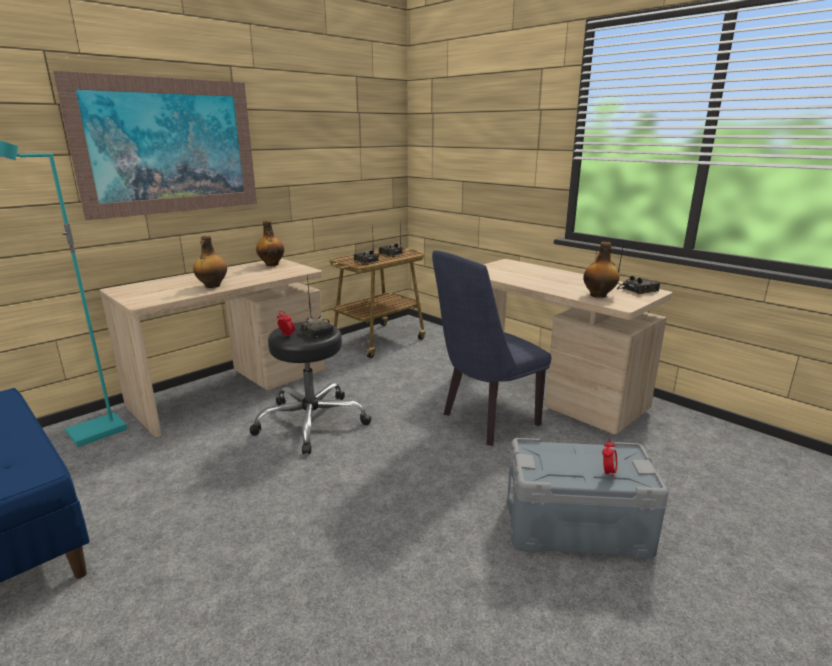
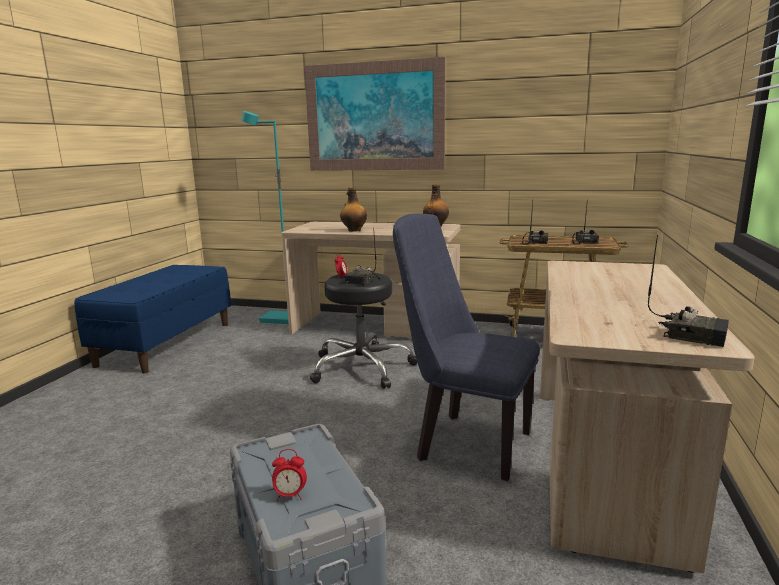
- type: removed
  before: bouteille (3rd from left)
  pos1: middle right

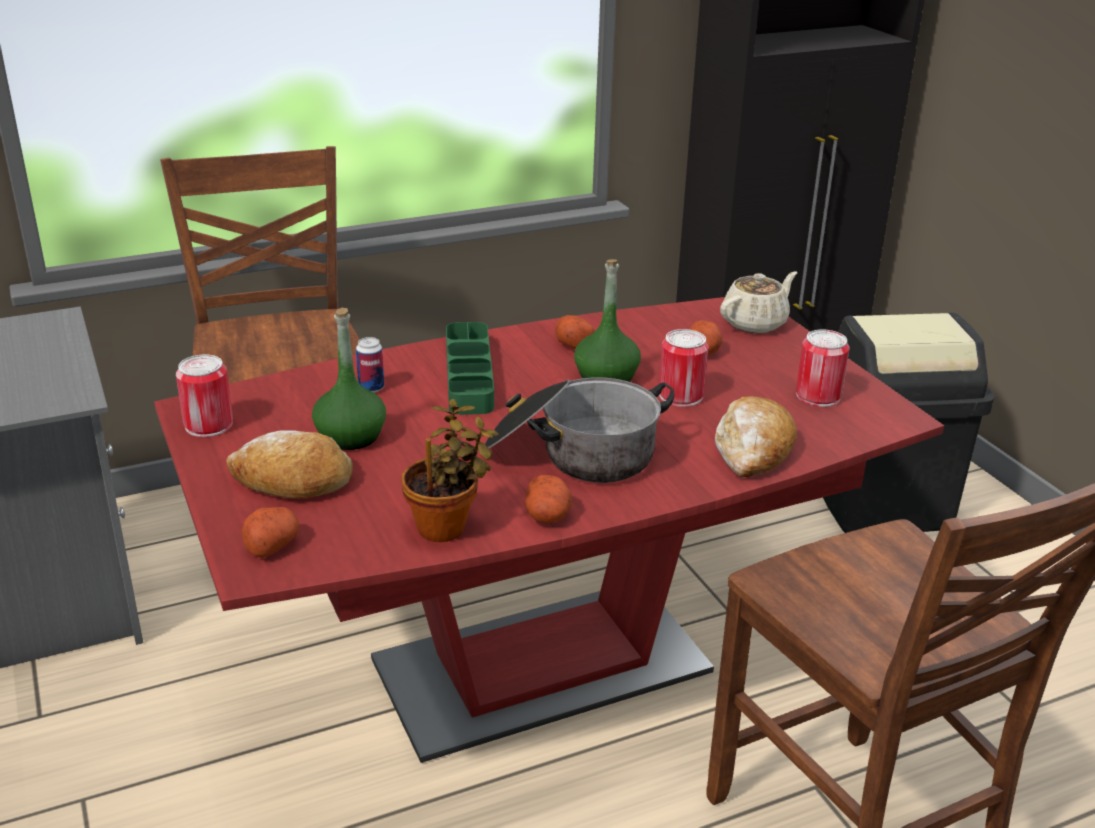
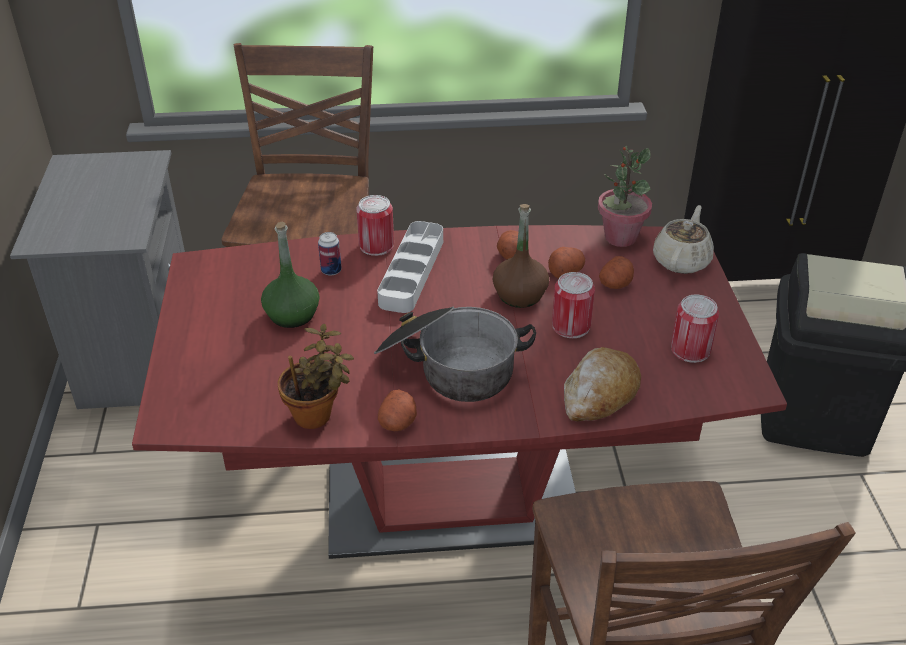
- type: moved
  before: boîte métallique (1st from left in the first image)
  after: boîte métallique (2nd from left)
  pos1: middle left
  pos2: centre
- type: removed
  before: pain (1st from left)
  pos1: middle left
- type: moved
  before: pomme de terre (1st from left in the first image)
  after: pomme de terre (3rd from left)
  pos1: middle left
  pos2: centre
- type: recoloured
  before: plateau [vert]
  after: plateau [gris]
  pos1: centre
  pos2: centre
- type: recoloured
  before: bouteille [vert] (2nd from left)
  after: bouteille [marron]
  pos1: centre
  pos2: centre
- type: turned
  before: théière [beige]
  pos1: middle right
  pos2: middle right
  turn: -45
- type: added
  after: plante en pot (2nd from left)
  pos2: top right

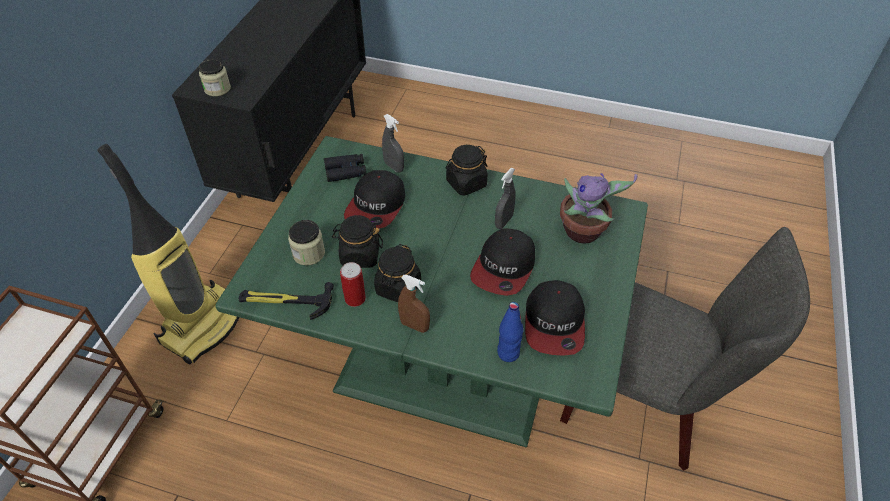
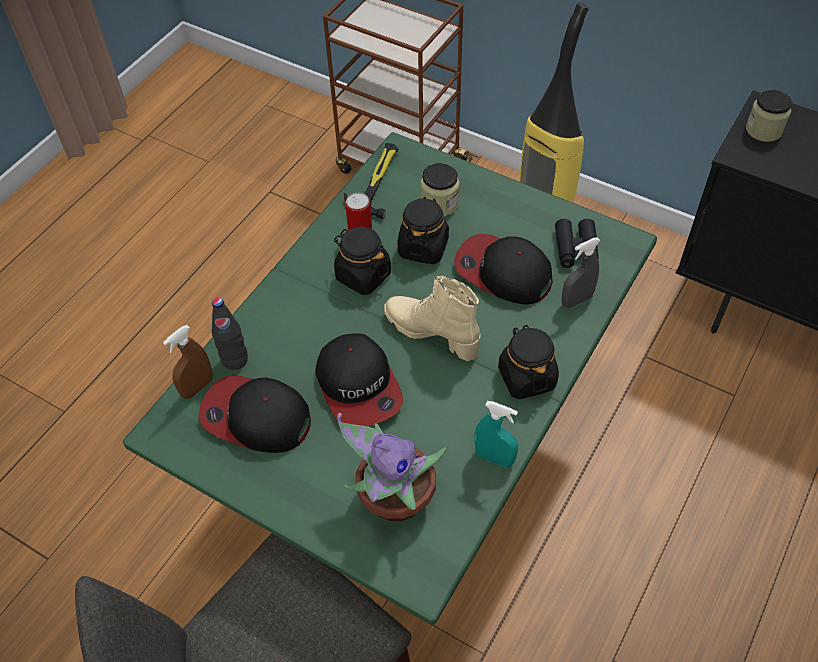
- type: moved
  before: vaporisateur [marron]
  pos1: centre
  pos2: middle left
- type: turned
  before: casquette (2nd from left)
  pos1: centre
  pos2: centre
  turn: -150
- type: removed
  before: vaporisateur [gris] (2nd from left)
  pos1: centre
- type: recoloured
  before: bouteille [bleu]
  after: bouteille [noir]
  pos1: centre
  pos2: middle left
- type: added
  after: botte [beige]
  pos2: centre
- type: added
  after: vaporisateur [turquoise]
  pos2: centre

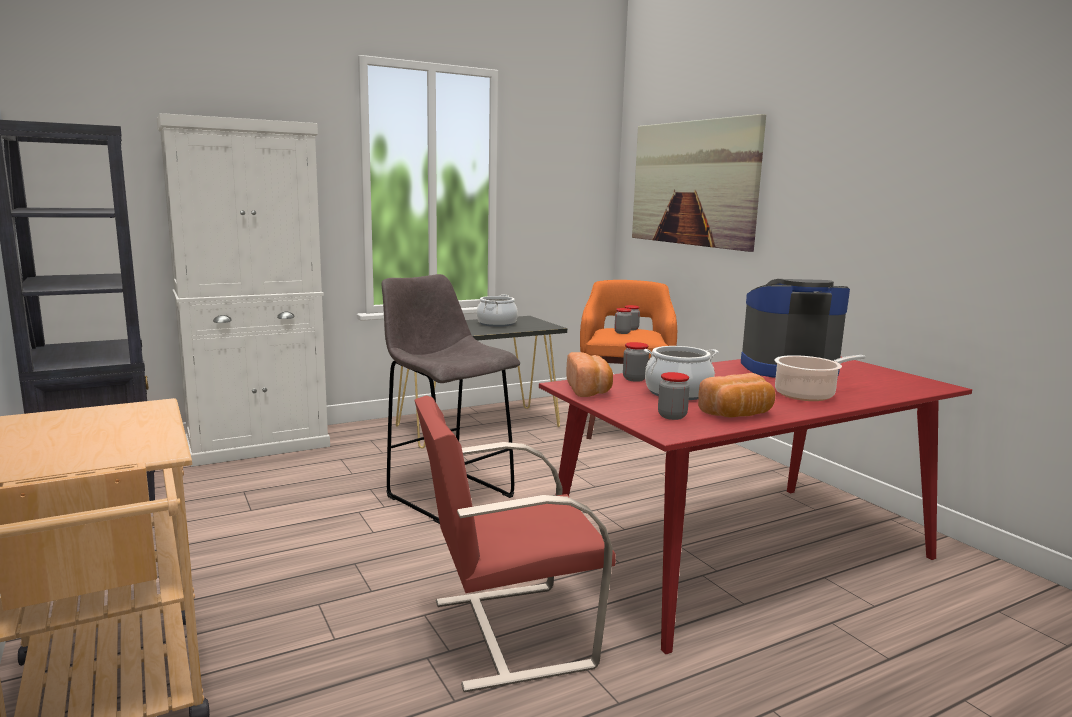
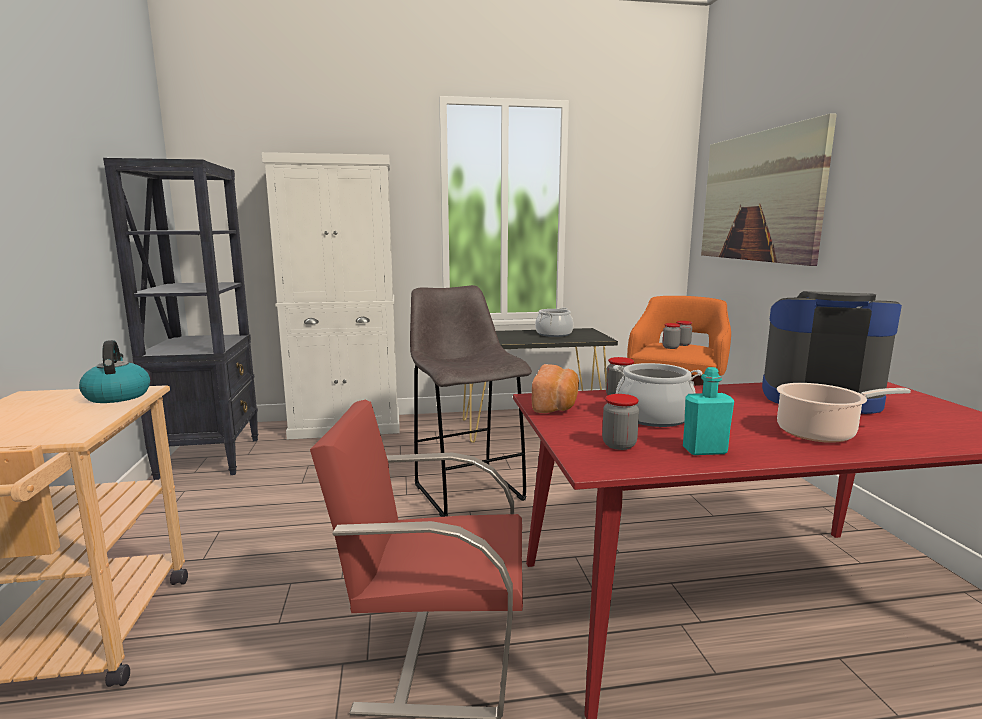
- type: replaced
  before: pain (2nd from left)
  after: bouteille [turquoise]
  pos1: middle right
  pos2: middle right
- type: added
  after: bouilloire
  pos2: middle left

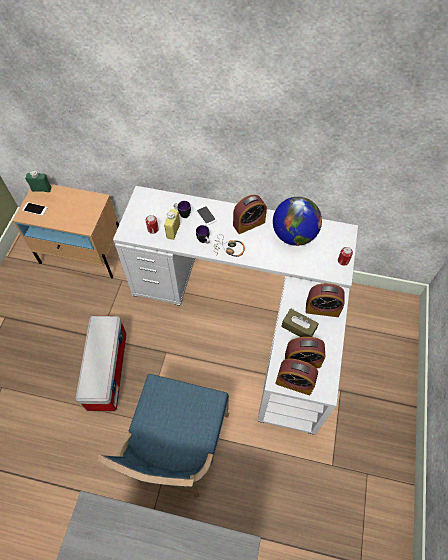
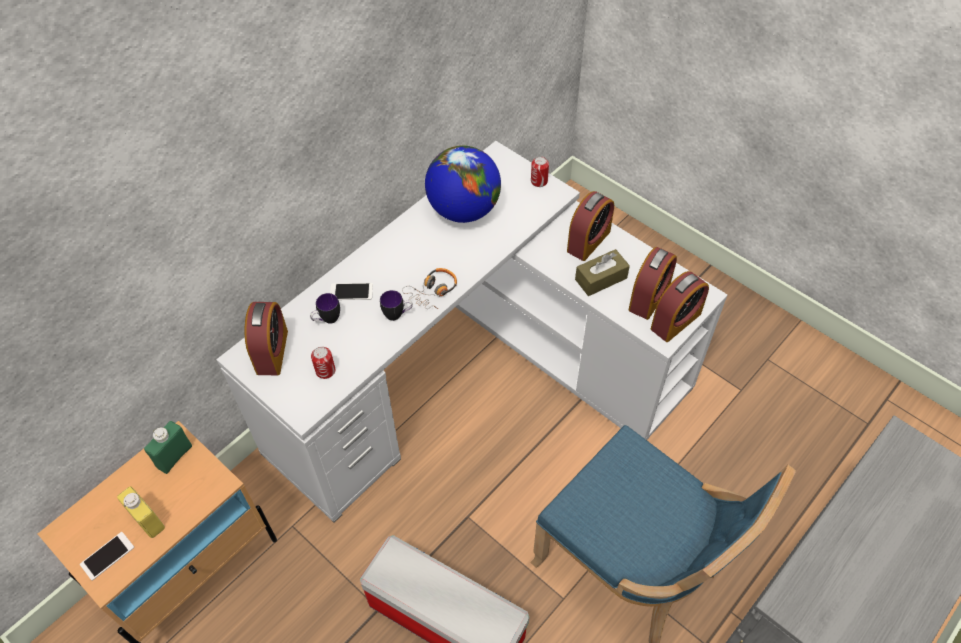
- type: moved
  before: bouteille [vert]
  pos1: top left
  pos2: bottom left
- type: moved
  before: bouteille [jaune]
  pos1: centre
  pos2: bottom left
- type: moved
  before: réveil (1st from left)
  pos1: centre
  pos2: middle left

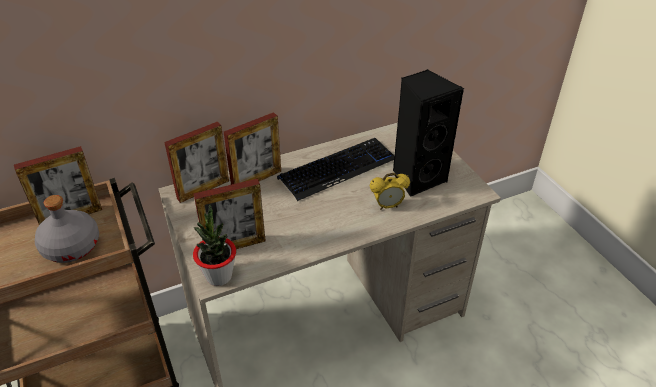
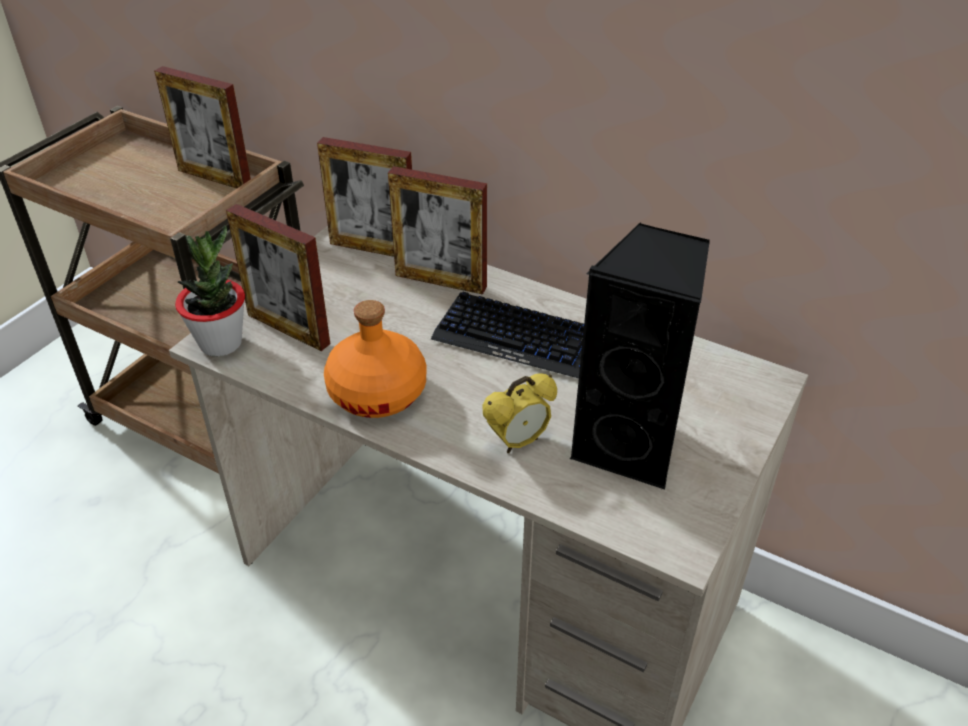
- type: removed
  before: bouteille [gris]
  pos1: middle left
- type: turned
  before: réveil
  pos1: centre
  pos2: centre
  turn: -75
- type: added
  after: bouteille [orange]
  pos2: centre

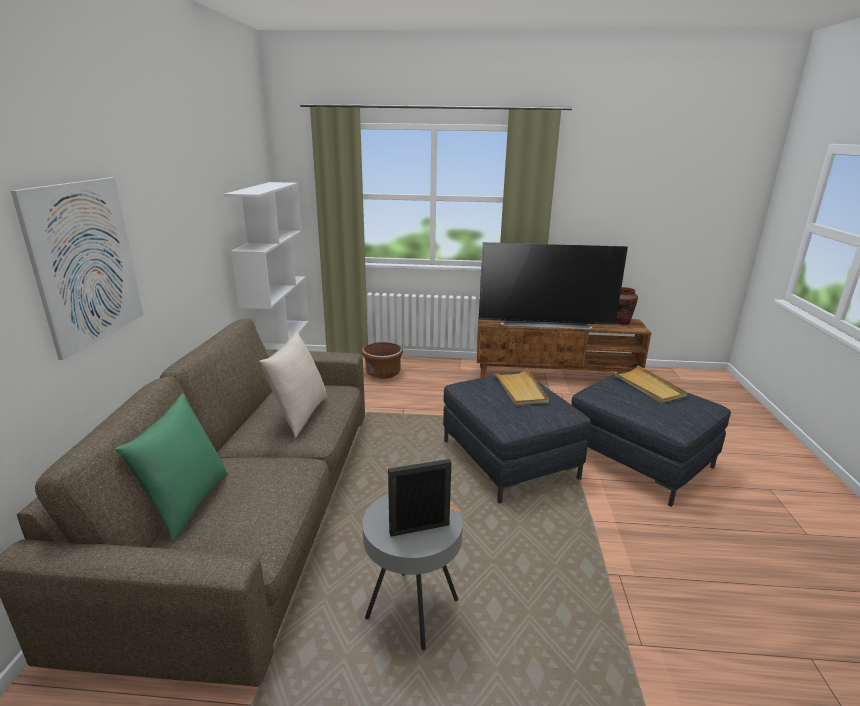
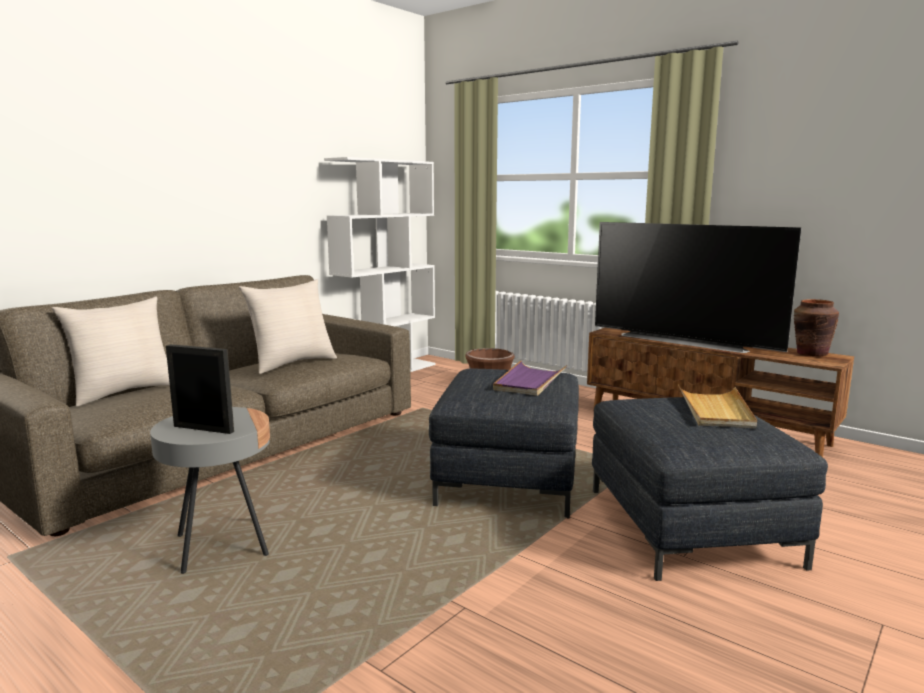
- type: removed
  before: tableau
  pos1: middle left
- type: recoloured
  before: coussin [vert]
  after: coussin [beige] (1st from left)
  pos1: middle left
  pos2: middle left
- type: recoloured
  before: plateau [beige] (1st from left)
  after: plateau [violet]
  pos1: centre
  pos2: centre

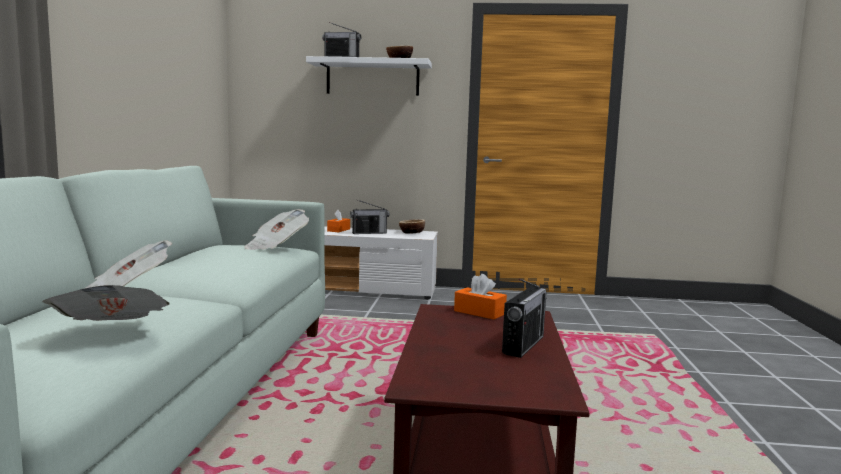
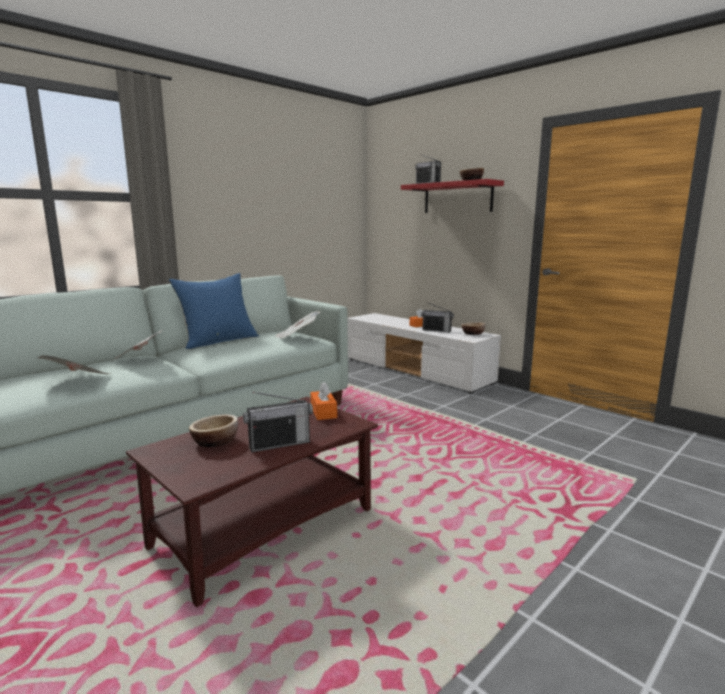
- type: recoloured
  before: étagère [blanc]
  after: étagère [rouge]
  pos1: top centre
  pos2: top centre
- type: added
  after: coussin [bleu]
  pos2: middle left
- type: added
  after: bol (1st from left)
  pos2: middle left

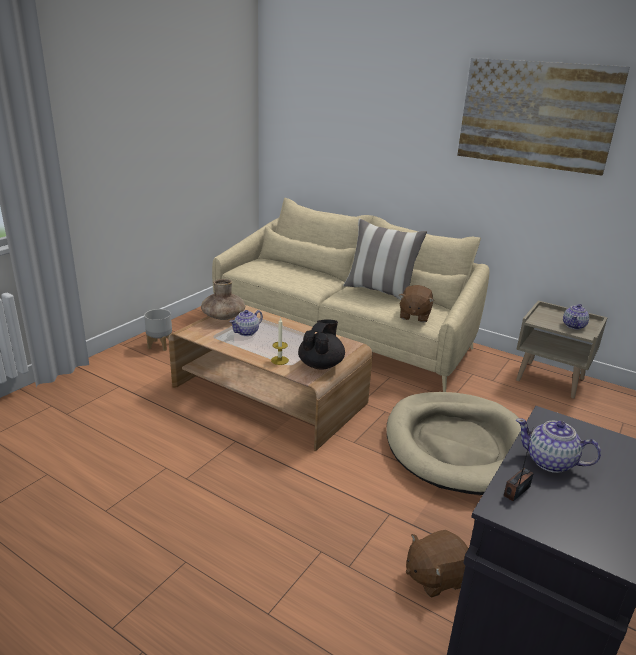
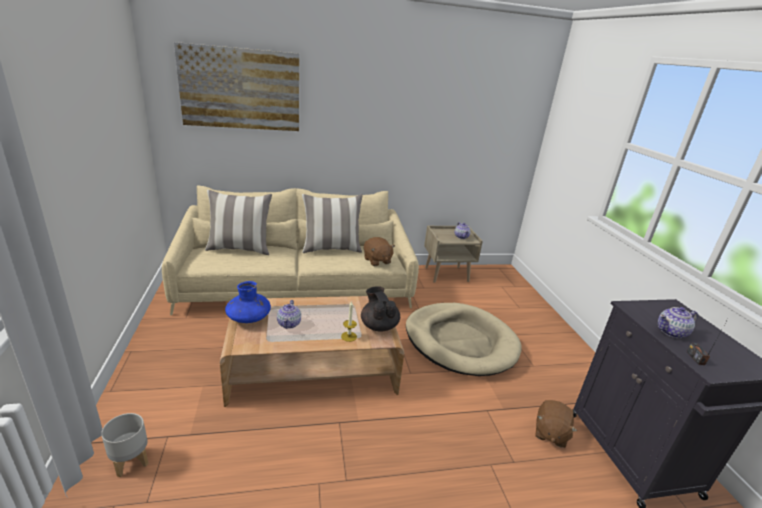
- type: moved
  before: cache-pot [gris]
  pos1: middle left
  pos2: bottom left
- type: recoloured
  before: vase [marron]
  after: vase [bleu]
  pos1: centre
  pos2: middle left
- type: moved
  before: tableau
  pos1: top right
  pos2: top left
- type: added
  after: coussin (1st from left)
  pos2: middle left

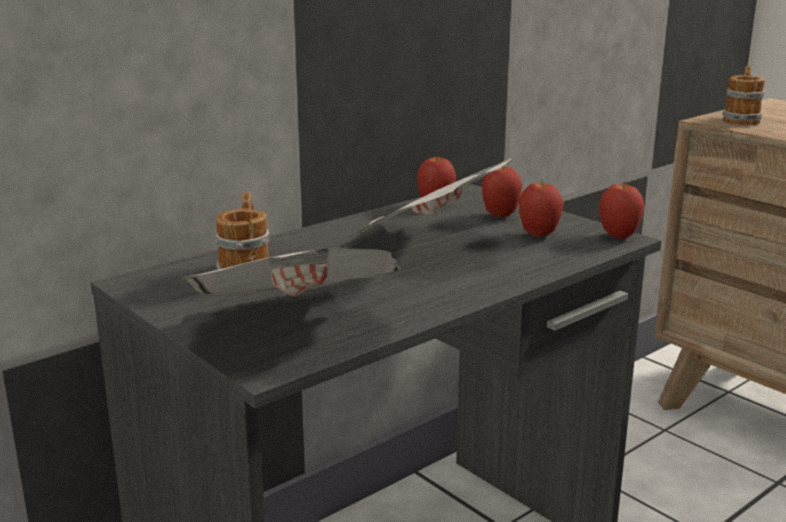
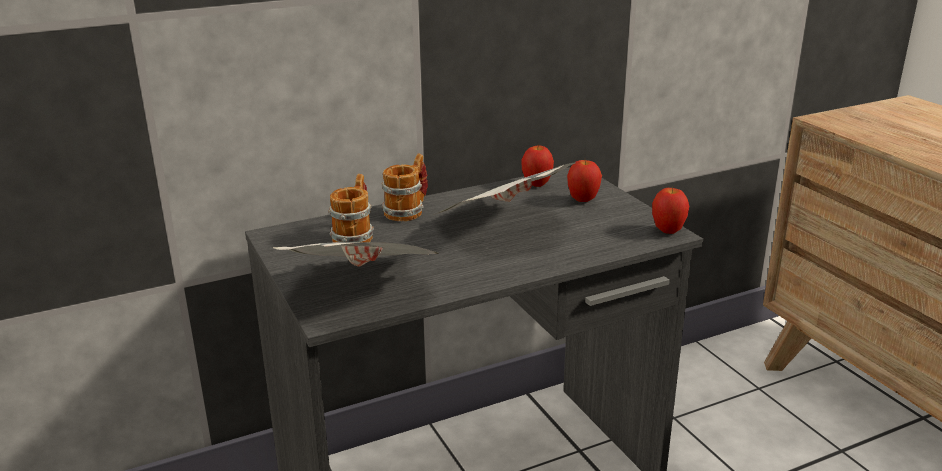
- type: removed
  before: pomme (3rd from left)
  pos1: middle right
- type: moved
  before: mug (2nd from left)
  pos1: top right
  pos2: centre

